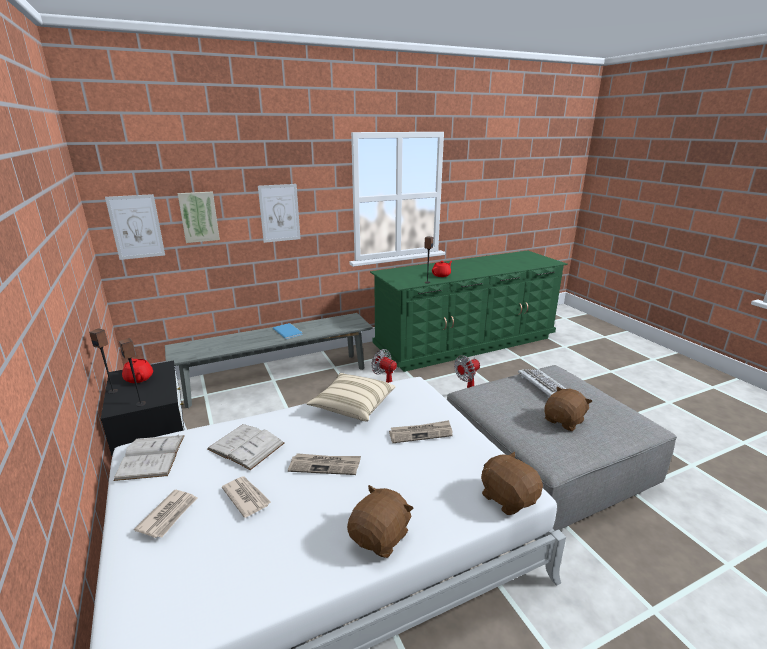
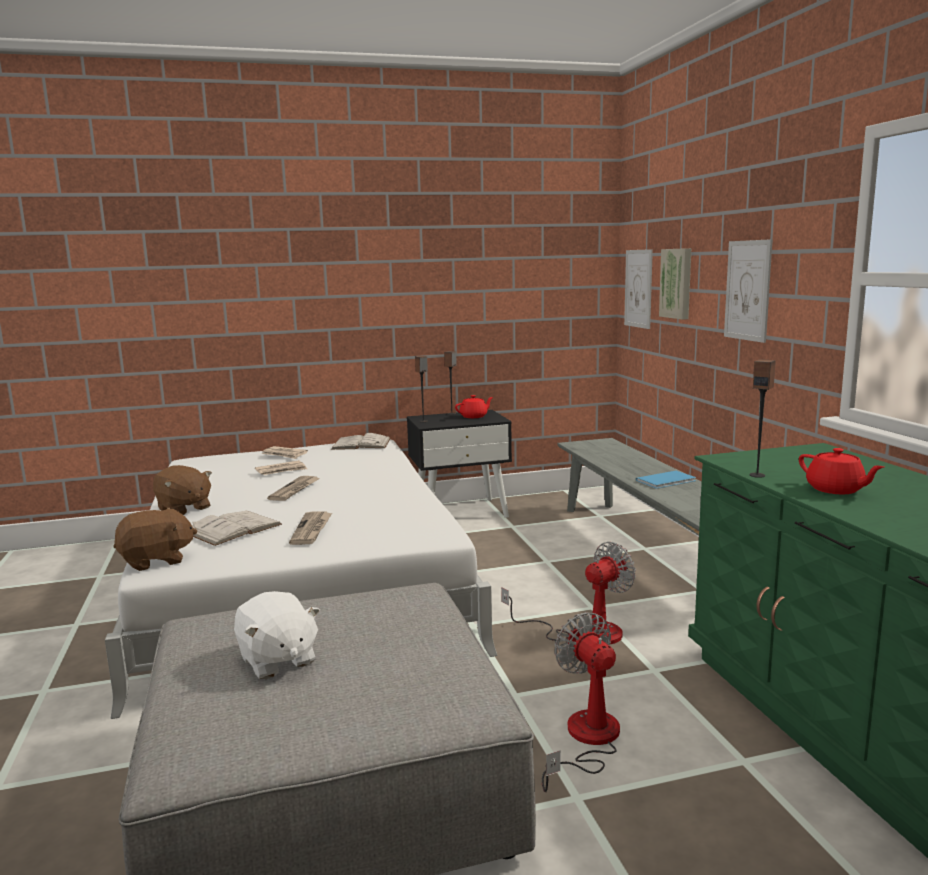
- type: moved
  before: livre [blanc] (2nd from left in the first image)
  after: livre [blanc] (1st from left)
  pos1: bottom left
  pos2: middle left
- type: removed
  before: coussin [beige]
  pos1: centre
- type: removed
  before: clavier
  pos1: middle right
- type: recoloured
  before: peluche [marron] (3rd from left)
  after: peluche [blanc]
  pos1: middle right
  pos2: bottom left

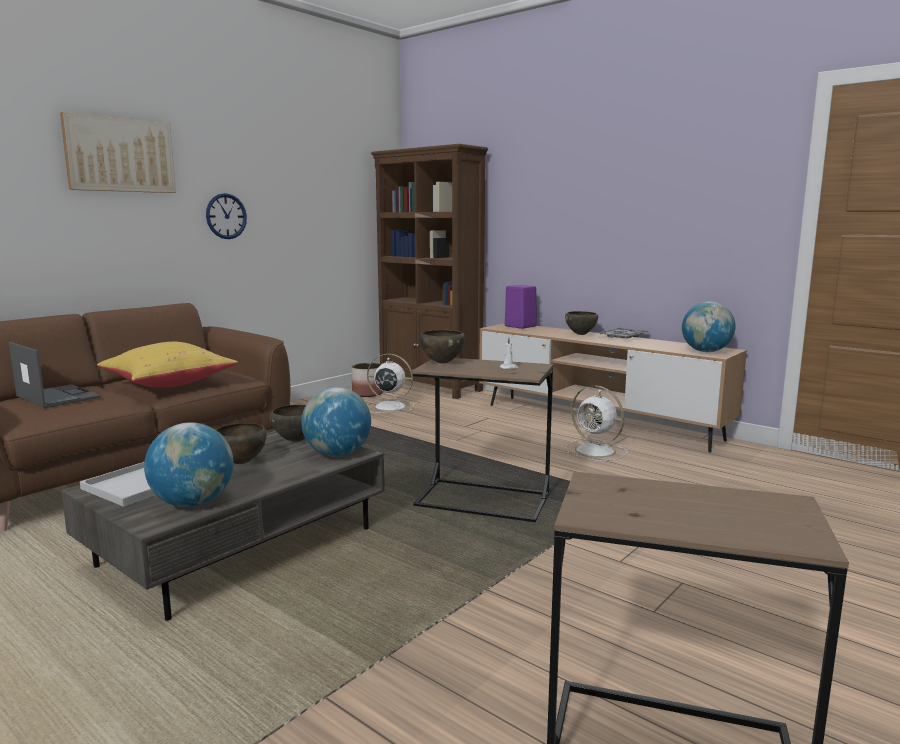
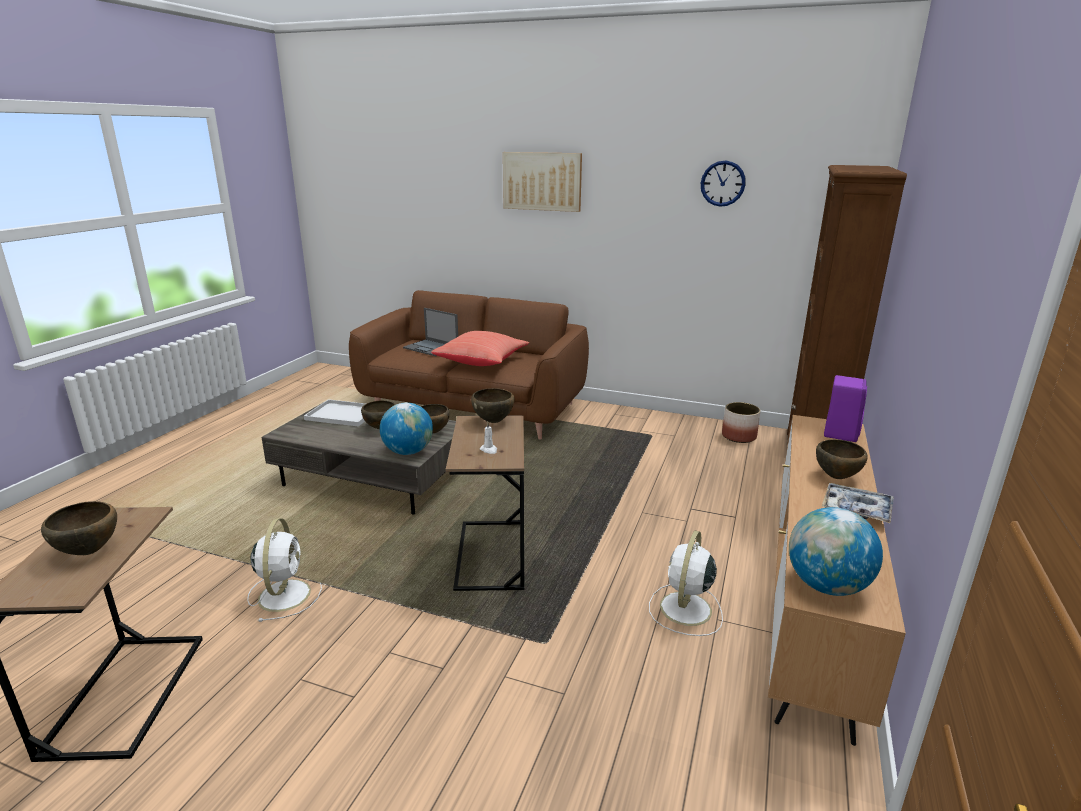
- type: turned
  before: ordinateur portable
  pos1: middle left
  pos2: centre
  turn: 105
- type: recoloured
  before: coussin [jaune]
  after: coussin [rouge]
  pos1: middle left
  pos2: centre
- type: removed
  before: globe (1st from left)
  pos1: middle left
- type: moved
  before: horloge murale
  pos1: top left
  pos2: top right
- type: moved
  before: ventilateur [blanc] (1st from left)
  pos1: centre
  pos2: bottom left
- type: added
  after: bol [marron] (1st from left)
  pos2: middle left

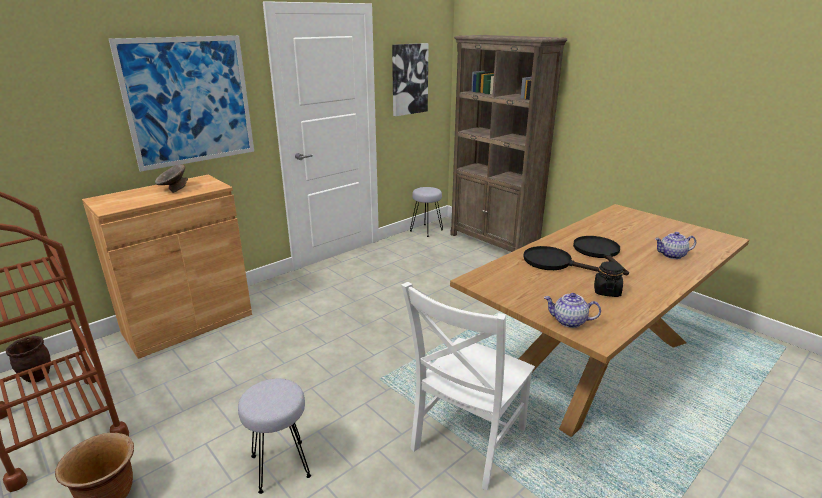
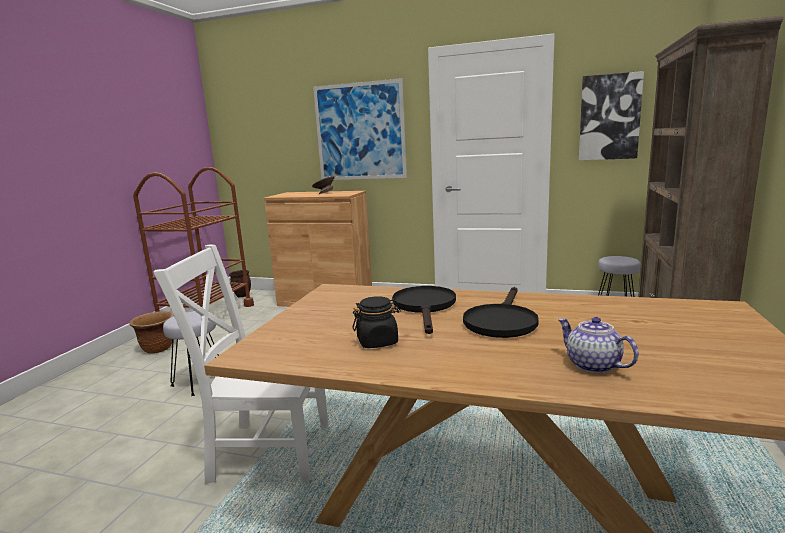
- type: removed
  before: théière (1st from left)
  pos1: middle right
- type: turned
  before: poêle [noir] (2nd from left)
  pos1: middle right
  pos2: centre
  turn: 150

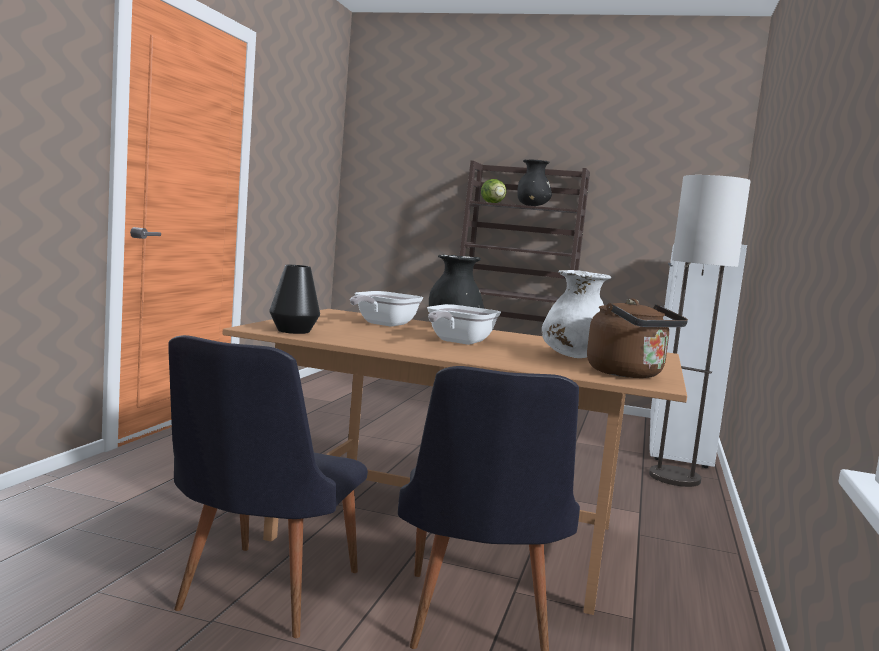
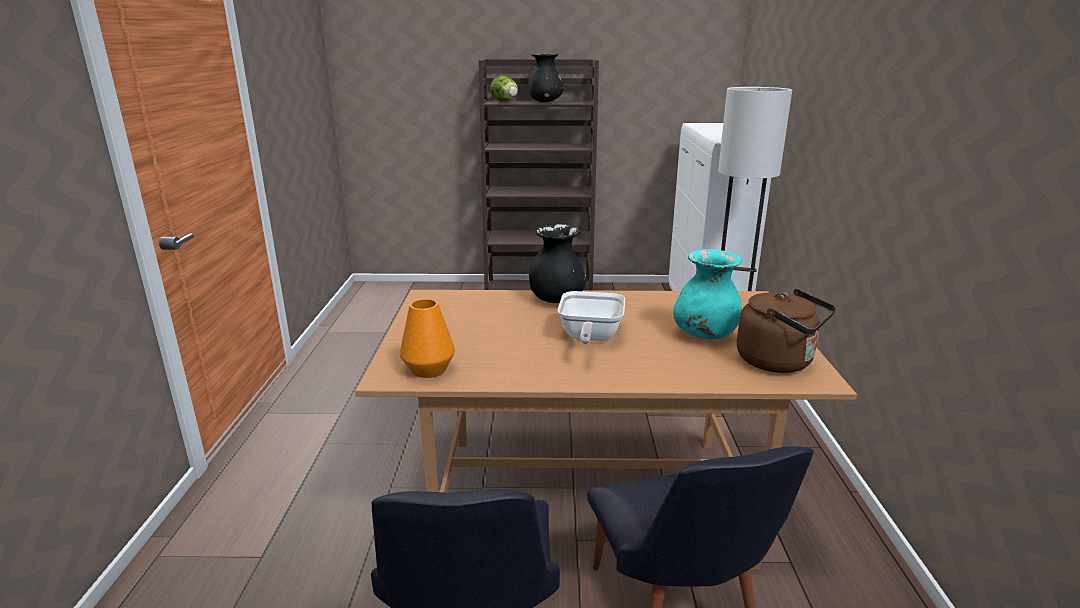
- type: recoloured
  before: vase [noir] (1st from left)
  after: vase [orange]
  pos1: centre
  pos2: centre
- type: removed
  before: poêle (1st from left)
  pos1: centre
- type: recoloured
  before: vase [blanc]
  after: vase [turquoise]
  pos1: centre
  pos2: centre

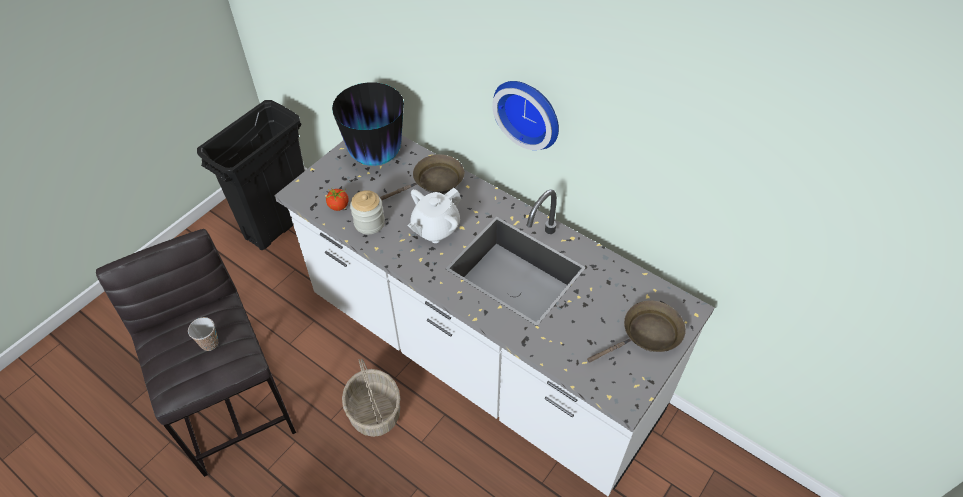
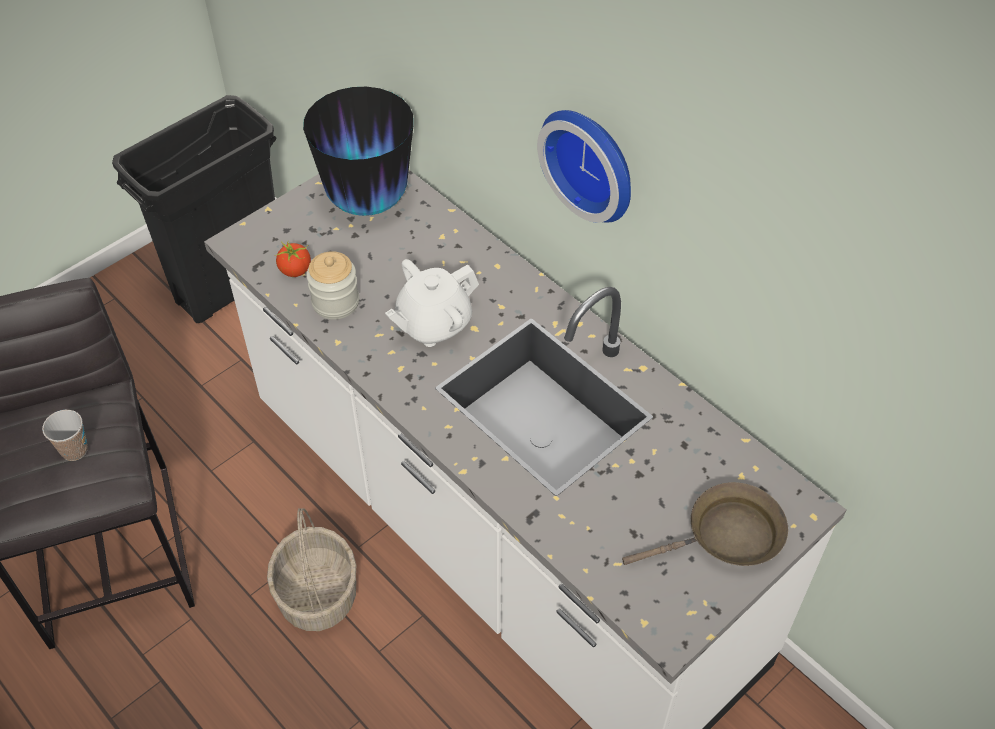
- type: removed
  before: poêle [marron] (1st from left)
  pos1: centre

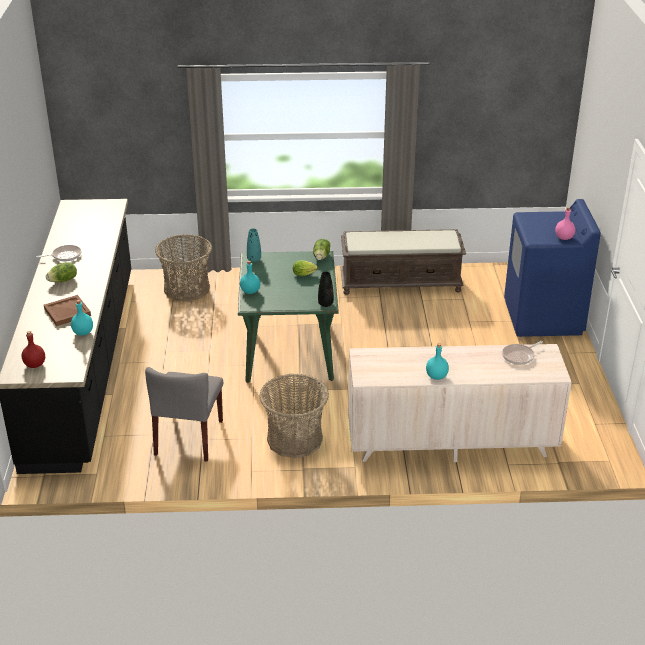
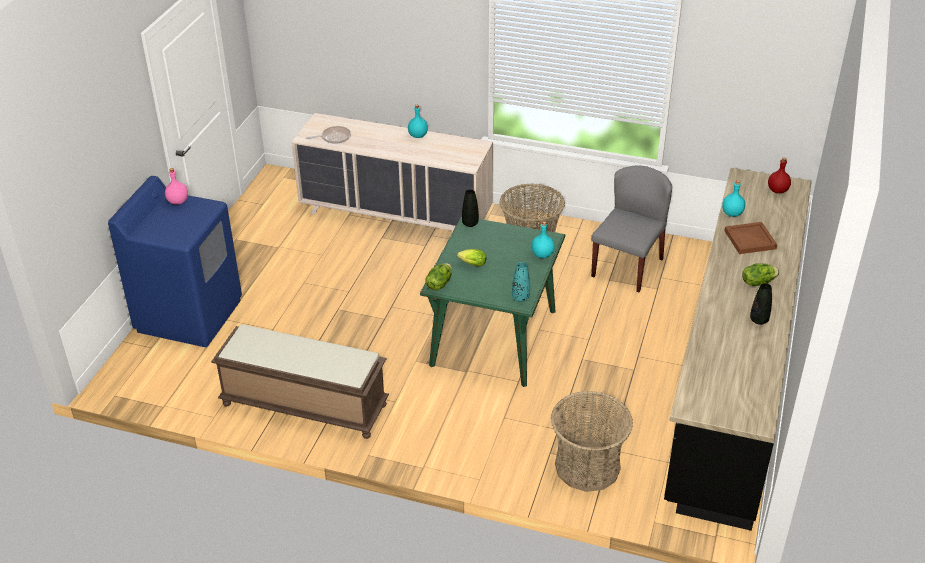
- type: replaced
  before: poêle (1st from left)
  after: vase [noir] (2nd from left)
  pos1: middle left
  pos2: middle right

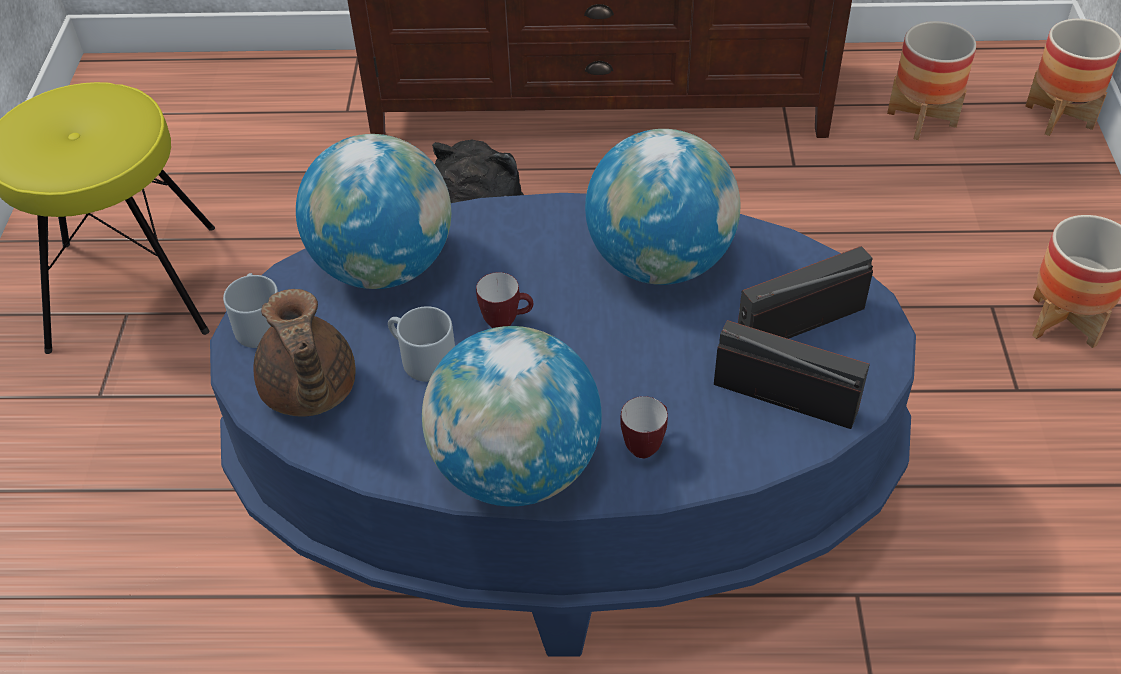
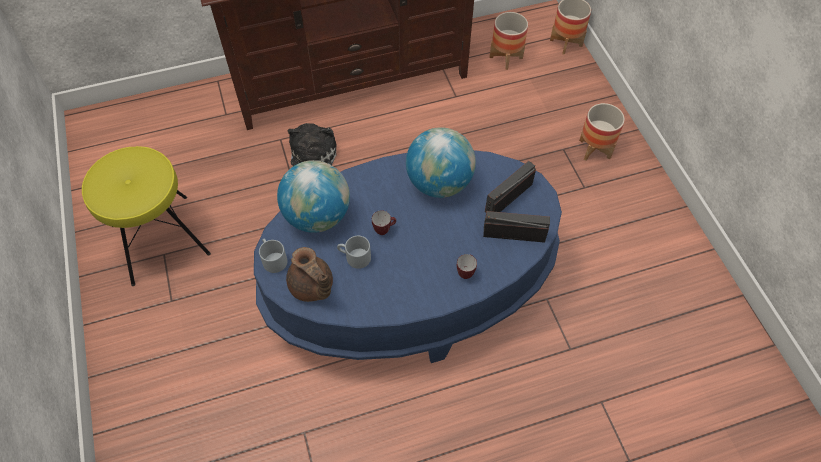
- type: removed
  before: globe (2nd from left)
  pos1: centre

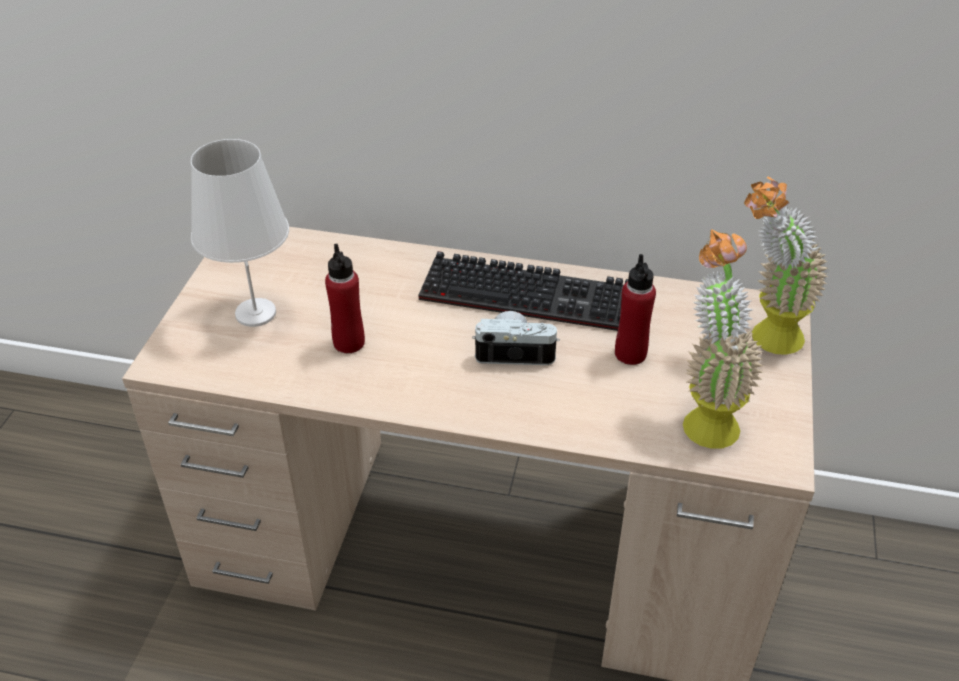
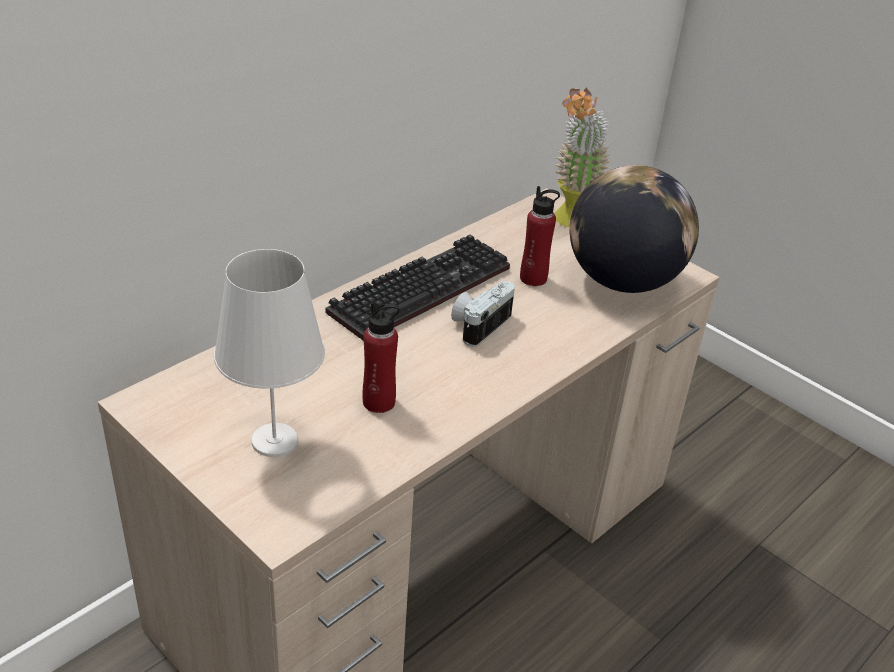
- type: replaced
  before: plante en pot (1st from left)
  after: globe
  pos1: middle right
  pos2: middle right

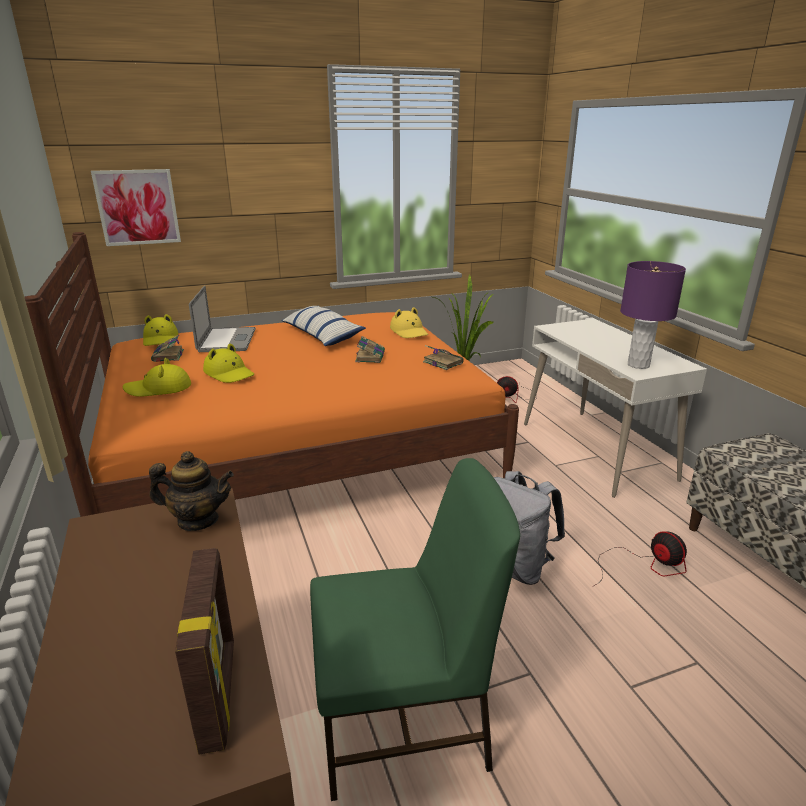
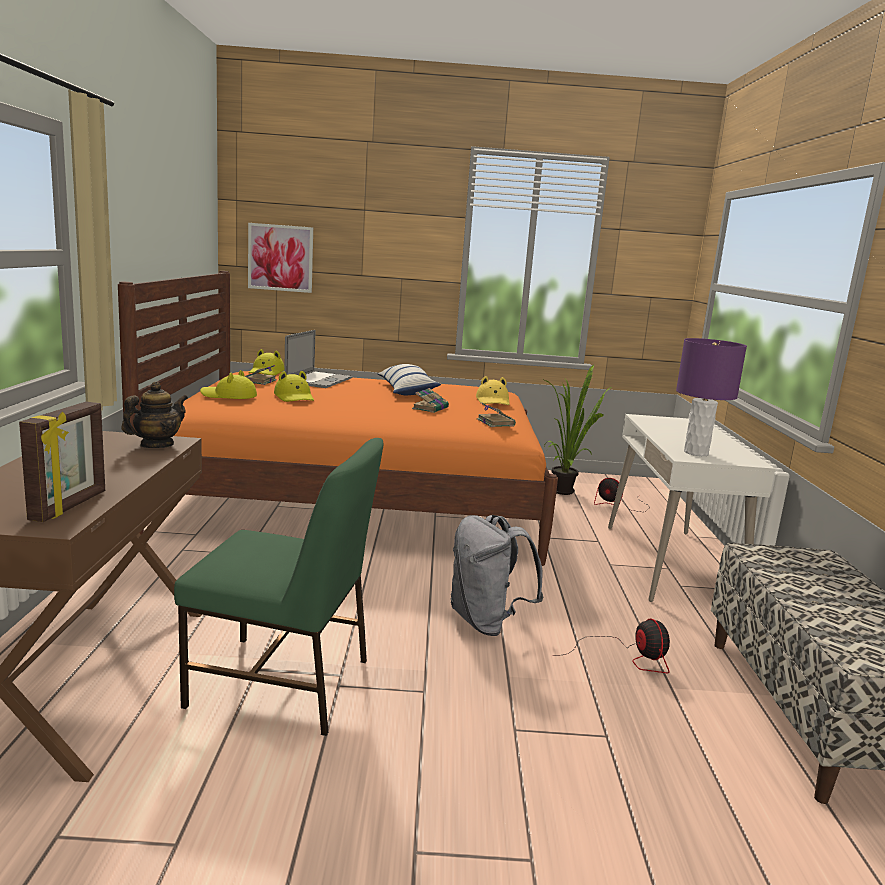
- type: turned
  before: théière
  pos1: middle left
  pos2: middle left
  turn: -75

